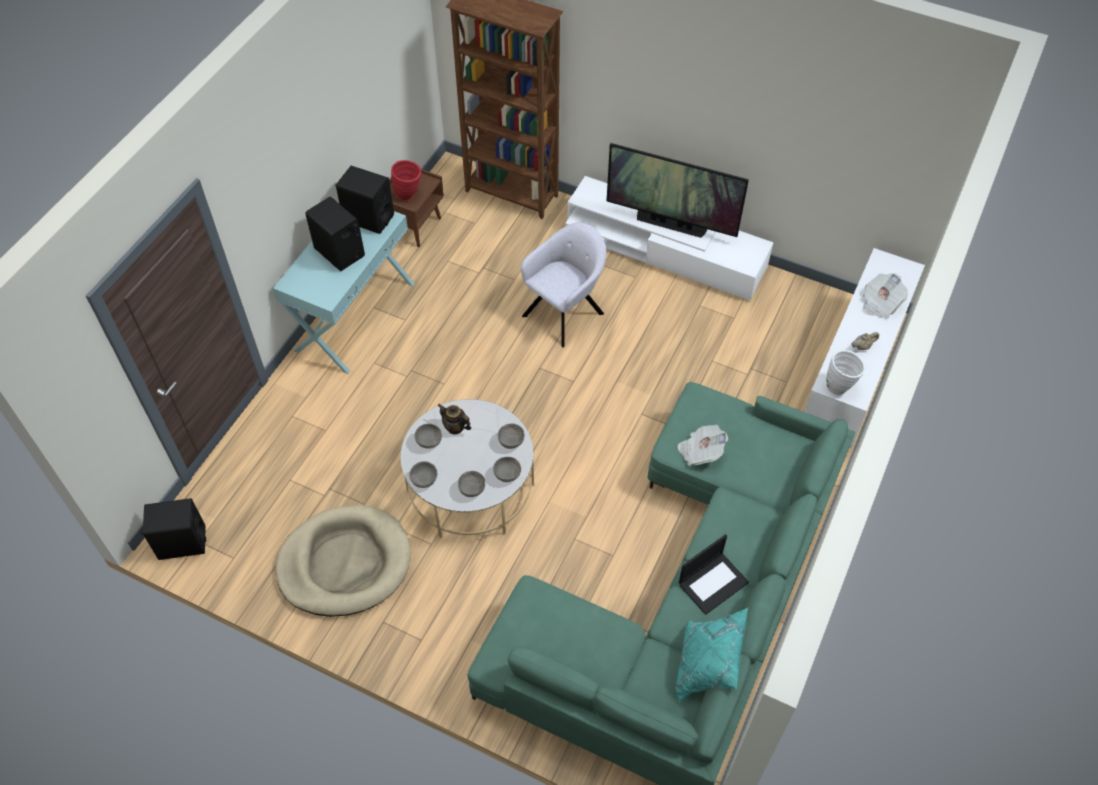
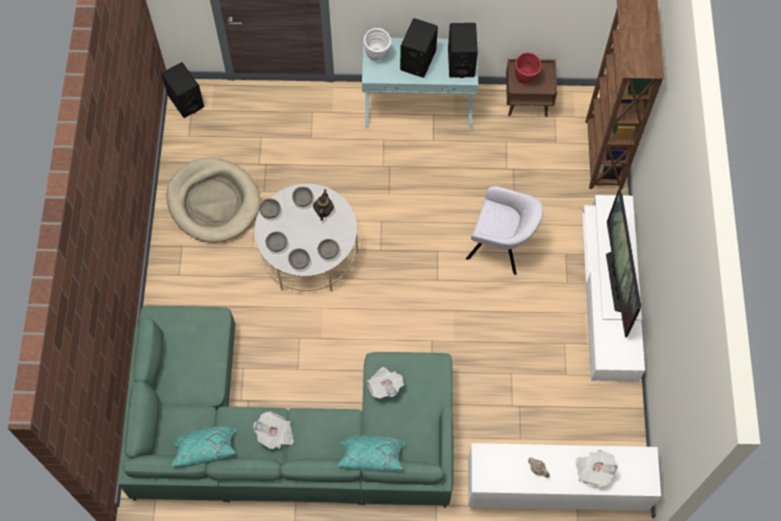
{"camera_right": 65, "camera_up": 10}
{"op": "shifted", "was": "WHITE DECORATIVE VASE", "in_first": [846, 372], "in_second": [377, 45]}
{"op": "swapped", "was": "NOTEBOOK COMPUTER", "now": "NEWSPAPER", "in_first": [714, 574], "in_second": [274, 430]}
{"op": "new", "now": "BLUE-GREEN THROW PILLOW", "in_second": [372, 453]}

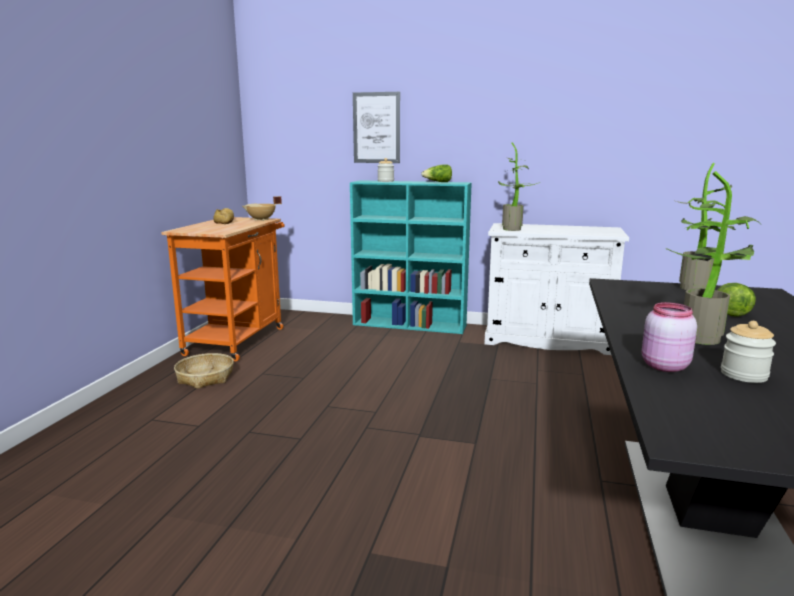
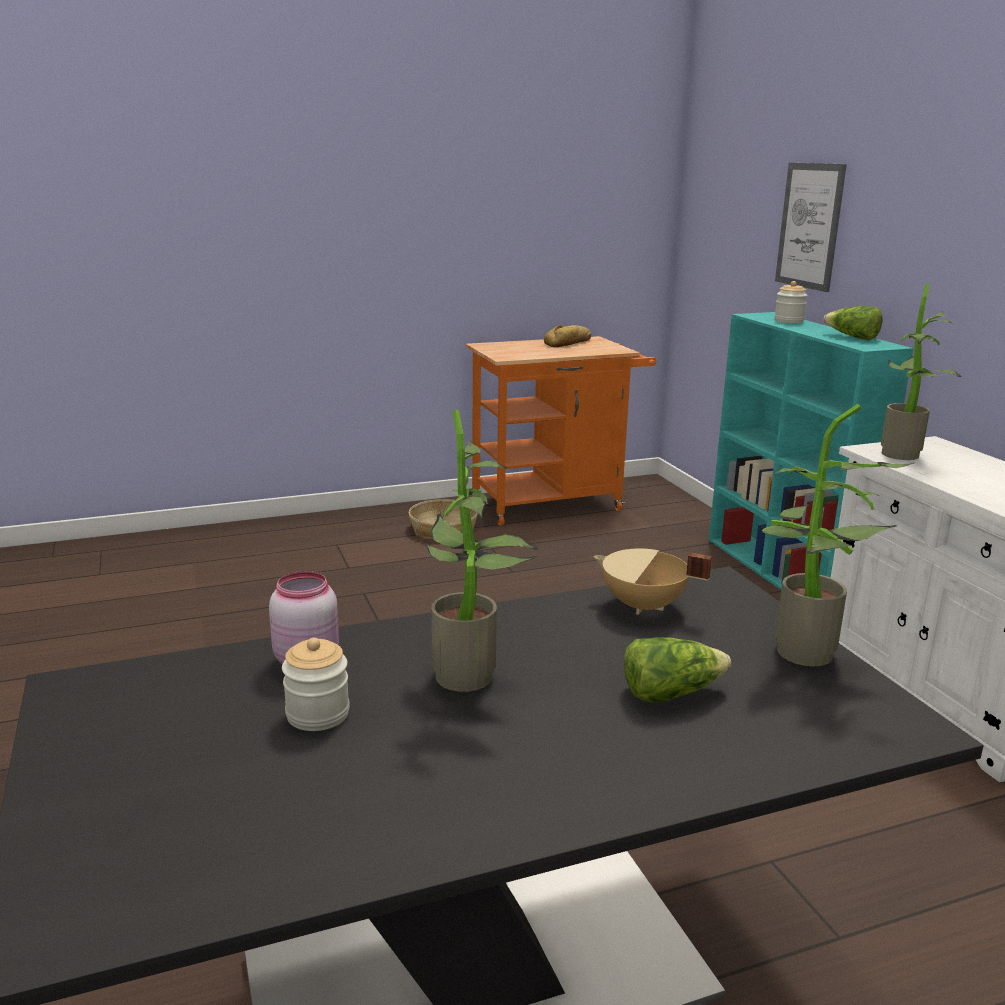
{"camera_right": 55, "camera_up": 5}
{"op": "shifted", "was": "SAND-COLOURED SAUCEPOT", "in_first": [262, 208], "in_second": [653, 581]}

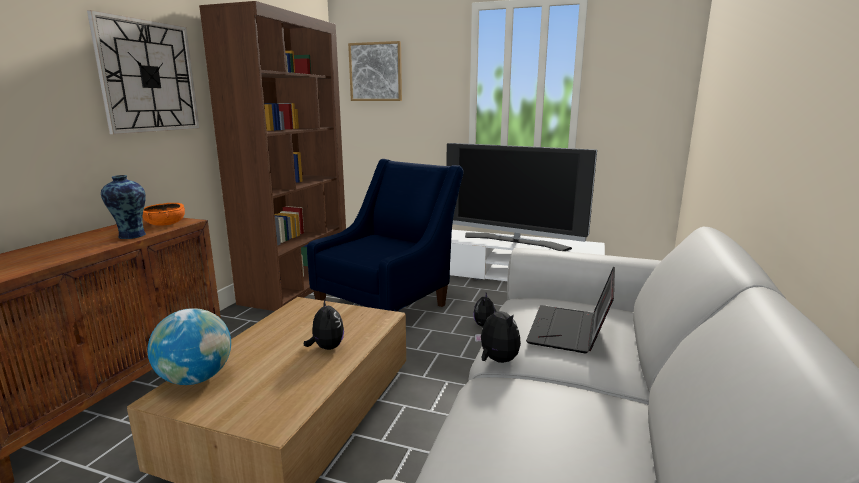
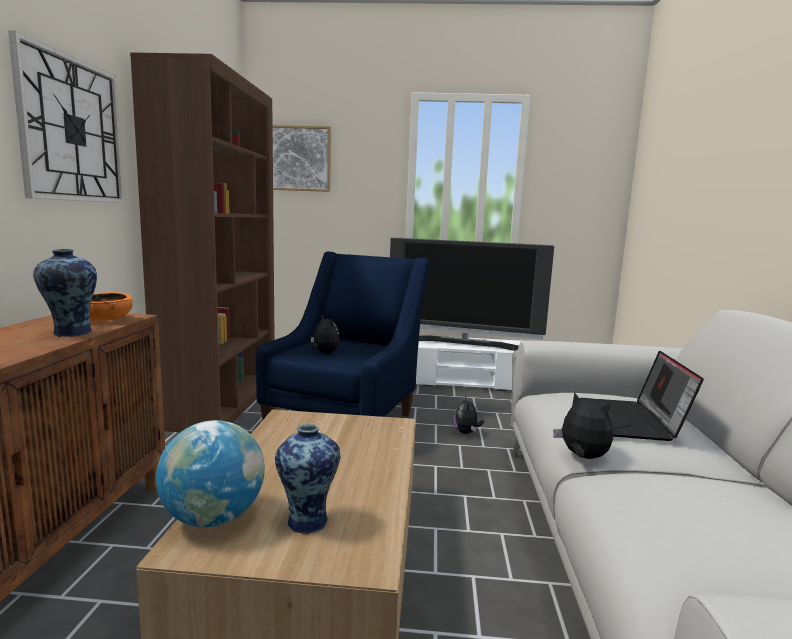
{"camera_right": -15, "camera_up": -5}
{"op": "shifted", "was": "PLUSH TOY", "in_first": [324, 325], "in_second": [325, 334]}
{"op": "new", "now": "DECORATIVE VASE", "in_second": [308, 479]}

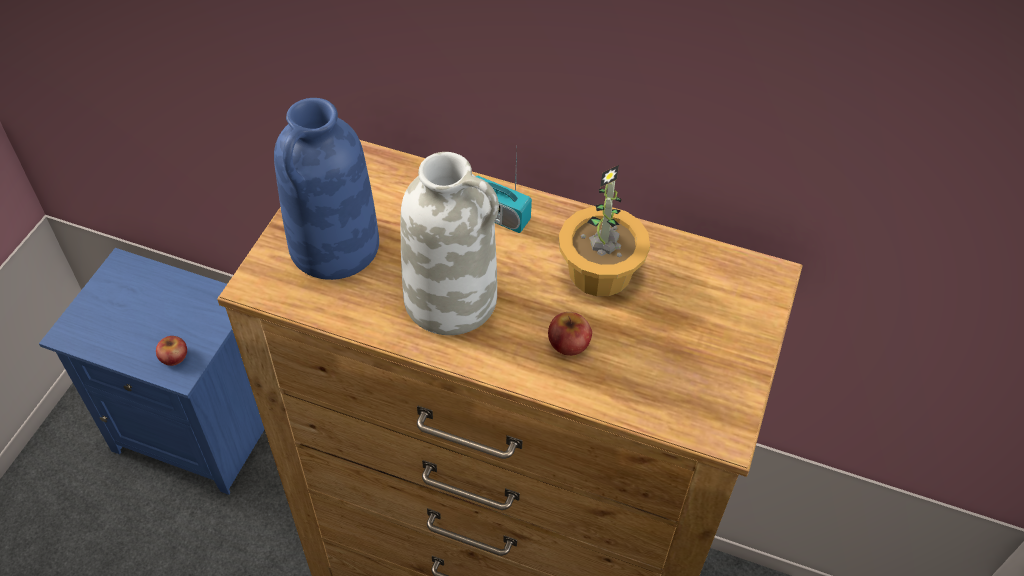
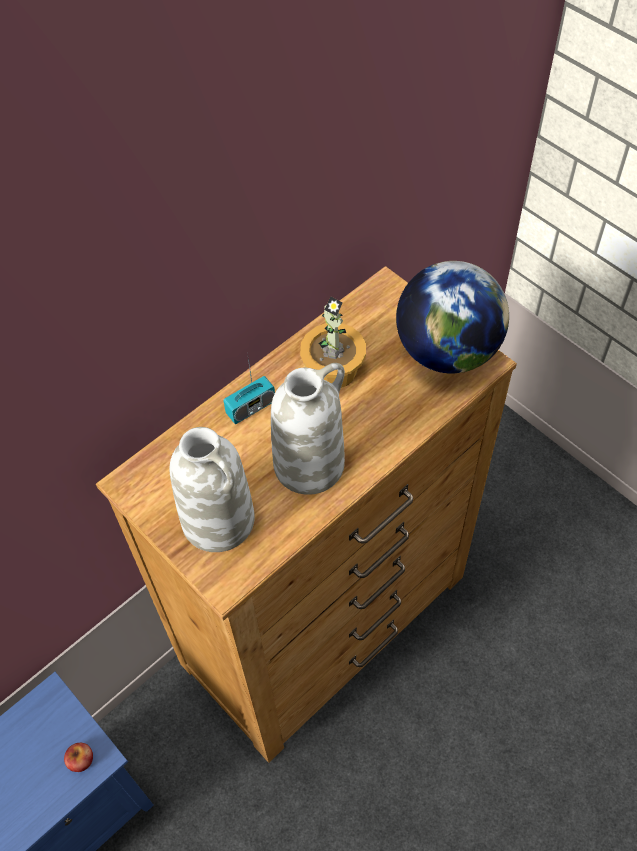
{"camera_right": -60, "camera_up": 5}
{"op": "repainted", "was": "BLUISH DECORATIVE VASE", "now": "WHITE DECORATIVE VASE", "in_first": [326, 189], "in_second": [212, 489]}
{"op": "gone", "was": "WHOLE APPLE", "in_first": [570, 334]}
{"op": "new", "now": "DESK GLOBE", "in_second": [452, 317]}

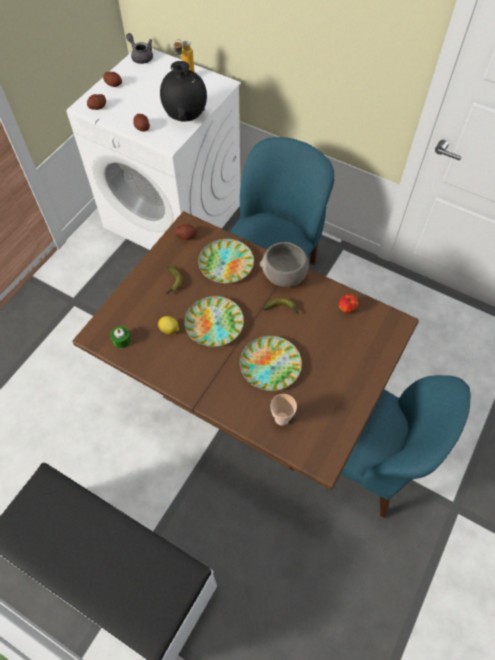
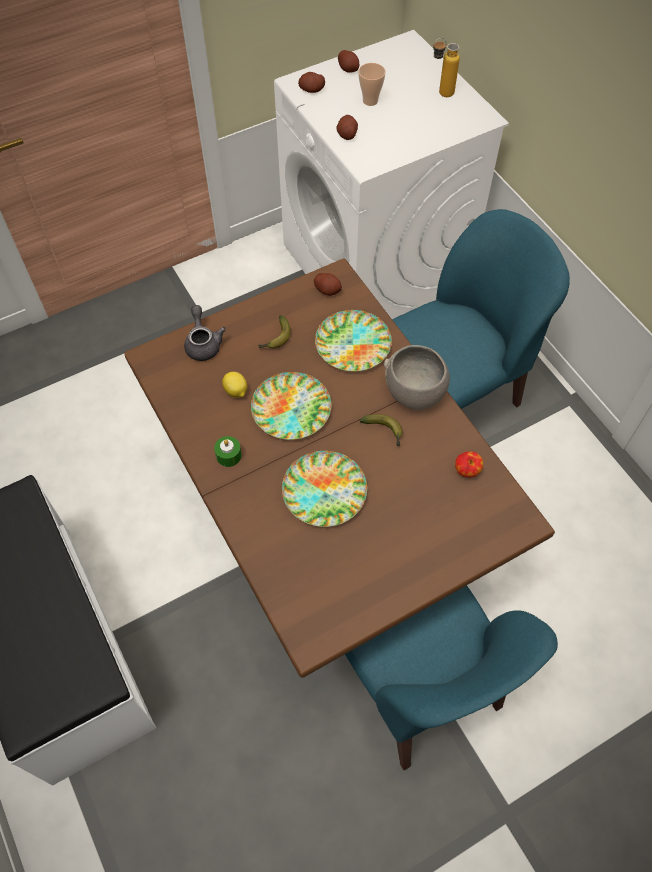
{"camera_right": 30, "camera_up": 0}
{"op": "shifted", "was": "GREY TEAPOT", "in_first": [139, 48], "in_second": [205, 333]}
{"op": "gone", "was": "BLACK DECORATIVE VASE", "in_first": [183, 91]}
{"op": "shifted", "was": "GREEN WAX CANDLE", "in_first": [120, 337], "in_second": [228, 451]}
{"op": "shifted", "was": "CUP", "in_first": [283, 410], "in_second": [372, 84]}

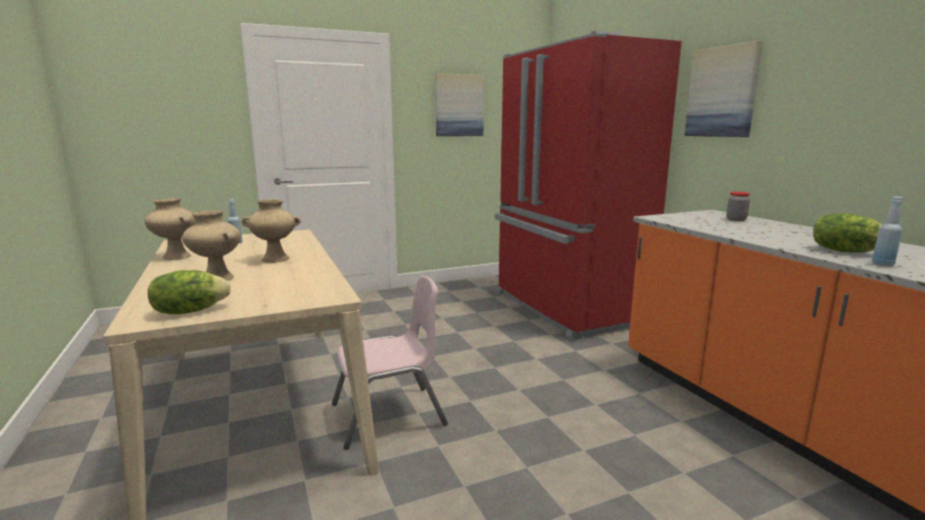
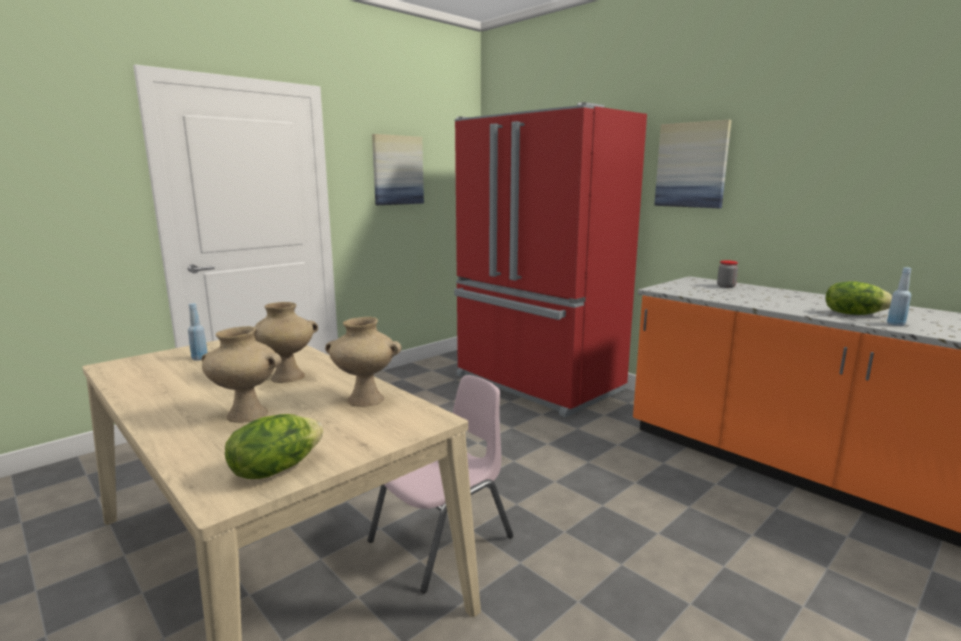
{"camera_right": -20, "camera_up": 0}
{"op": "shifted", "was": "SAND-COLOURED DECORATIVE VASE", "in_first": [170, 229], "in_second": [363, 362]}

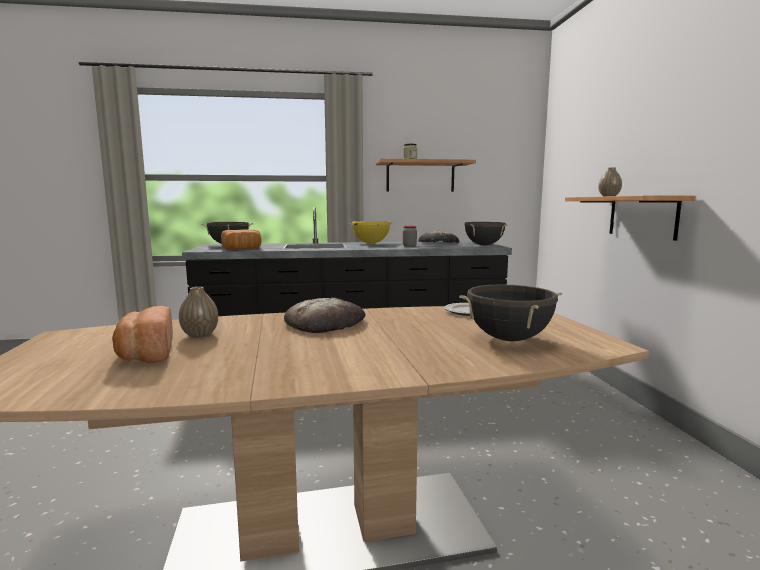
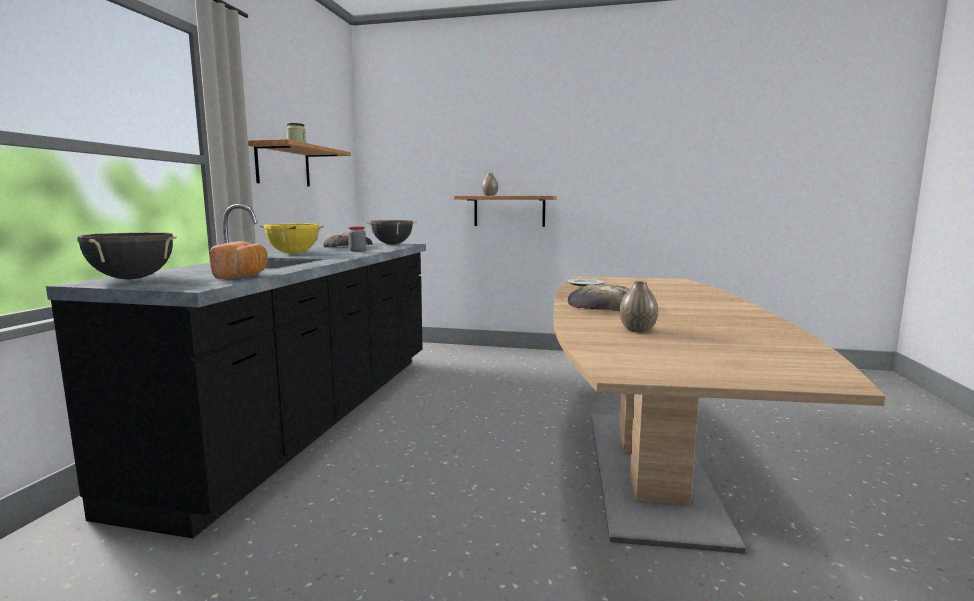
{"camera_right": -70, "camera_up": 0}
{"op": "gone", "was": "BLACK SAUCEPOT", "in_first": [510, 312]}
{"op": "gone", "was": "BREAD", "in_first": [142, 334]}

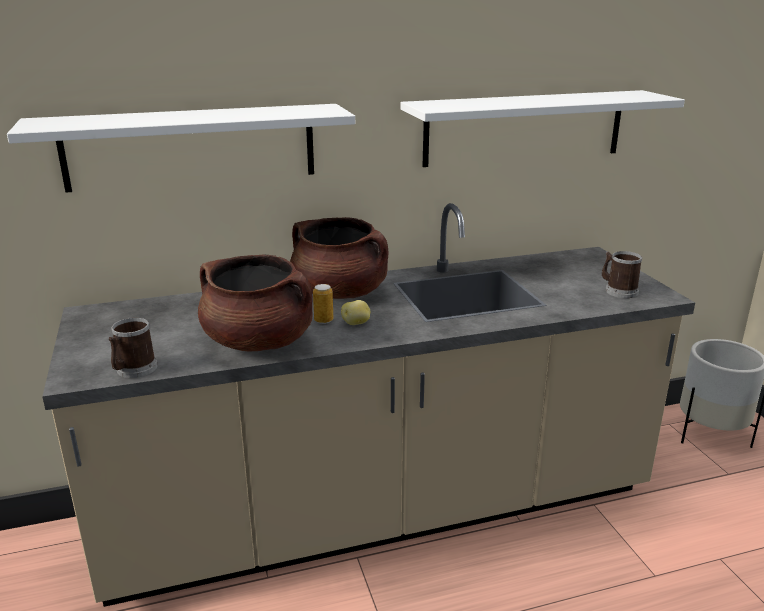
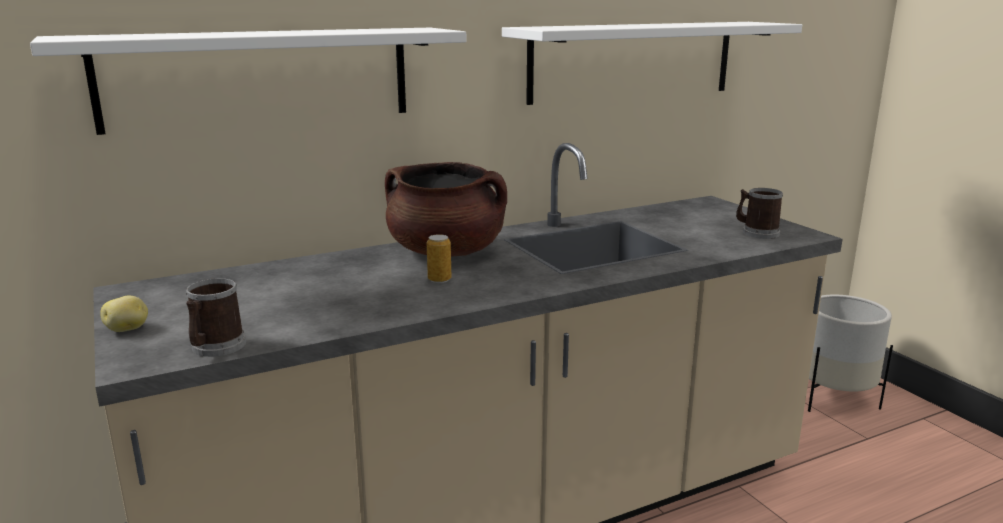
{"camera_right": -10, "camera_up": -5}
{"op": "gone", "was": "BROWN-COLOURED SAUCEPOT", "in_first": [255, 303]}
{"op": "shifted", "was": "SPUD", "in_first": [355, 312], "in_second": [124, 314]}

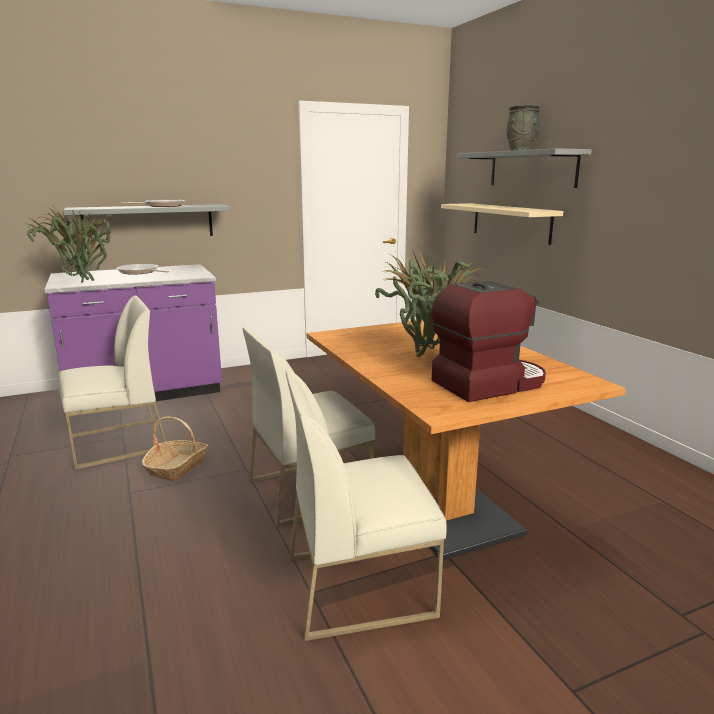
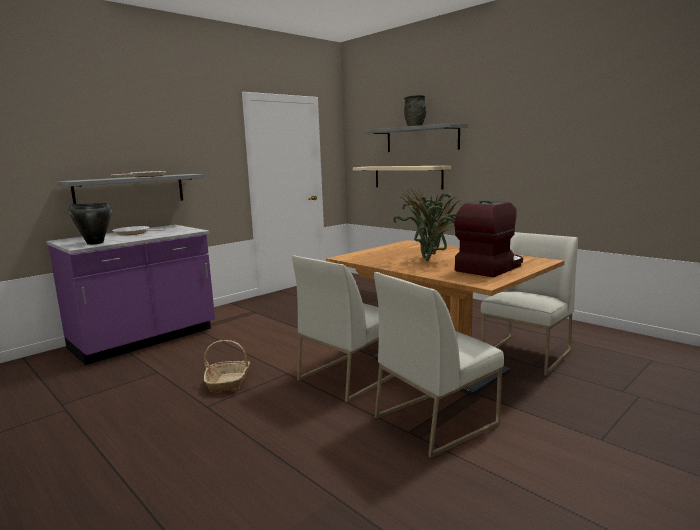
{"camera_right": -20, "camera_up": -5}
{"op": "swapped", "was": "PLANT IN A POT", "now": "BLACK SAUCEPOT", "in_first": [68, 245], "in_second": [90, 224]}
{"op": "shifted", "was": "WHITE PLAIN CHAIR", "in_first": [112, 382], "in_second": [529, 304]}

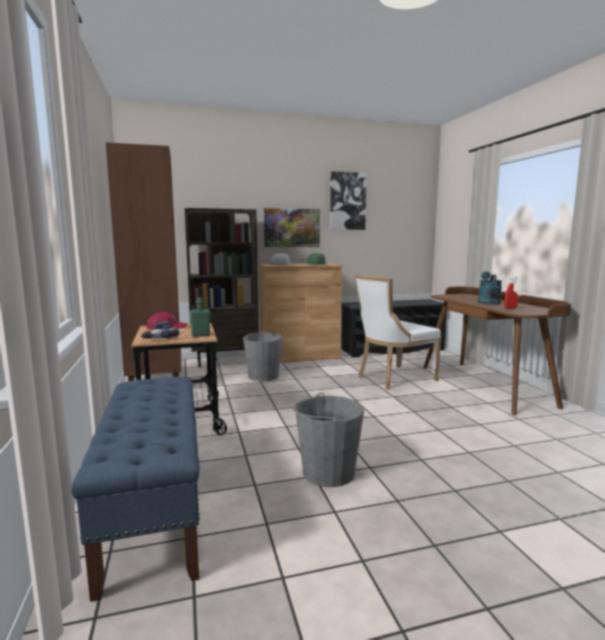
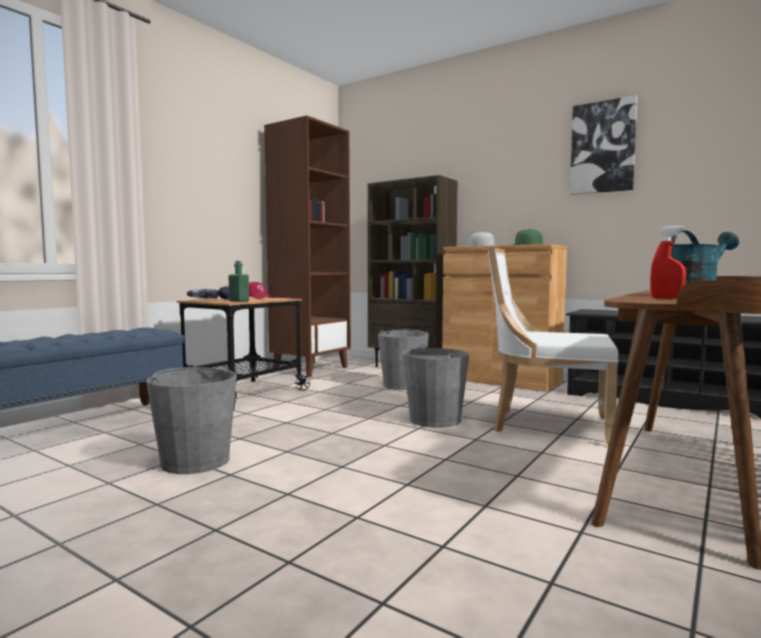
{"camera_right": 50, "camera_up": -5}
{"op": "gone", "was": "WALL PICTURE", "in_first": [292, 227]}
{"op": "new", "now": "GREY BUCKET", "in_second": [436, 386]}

